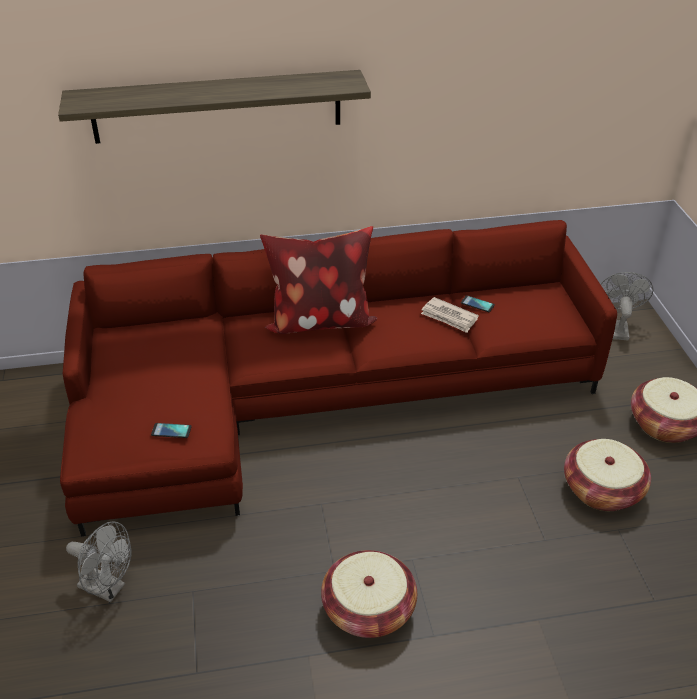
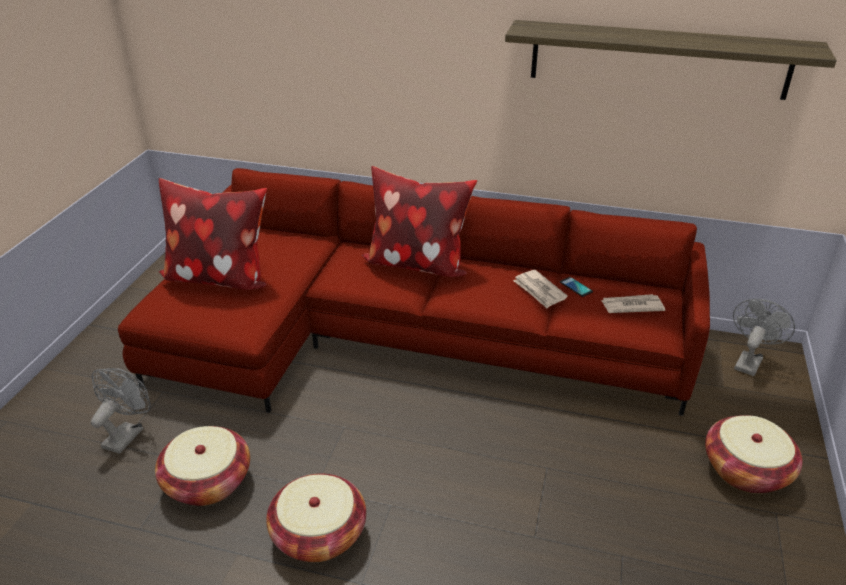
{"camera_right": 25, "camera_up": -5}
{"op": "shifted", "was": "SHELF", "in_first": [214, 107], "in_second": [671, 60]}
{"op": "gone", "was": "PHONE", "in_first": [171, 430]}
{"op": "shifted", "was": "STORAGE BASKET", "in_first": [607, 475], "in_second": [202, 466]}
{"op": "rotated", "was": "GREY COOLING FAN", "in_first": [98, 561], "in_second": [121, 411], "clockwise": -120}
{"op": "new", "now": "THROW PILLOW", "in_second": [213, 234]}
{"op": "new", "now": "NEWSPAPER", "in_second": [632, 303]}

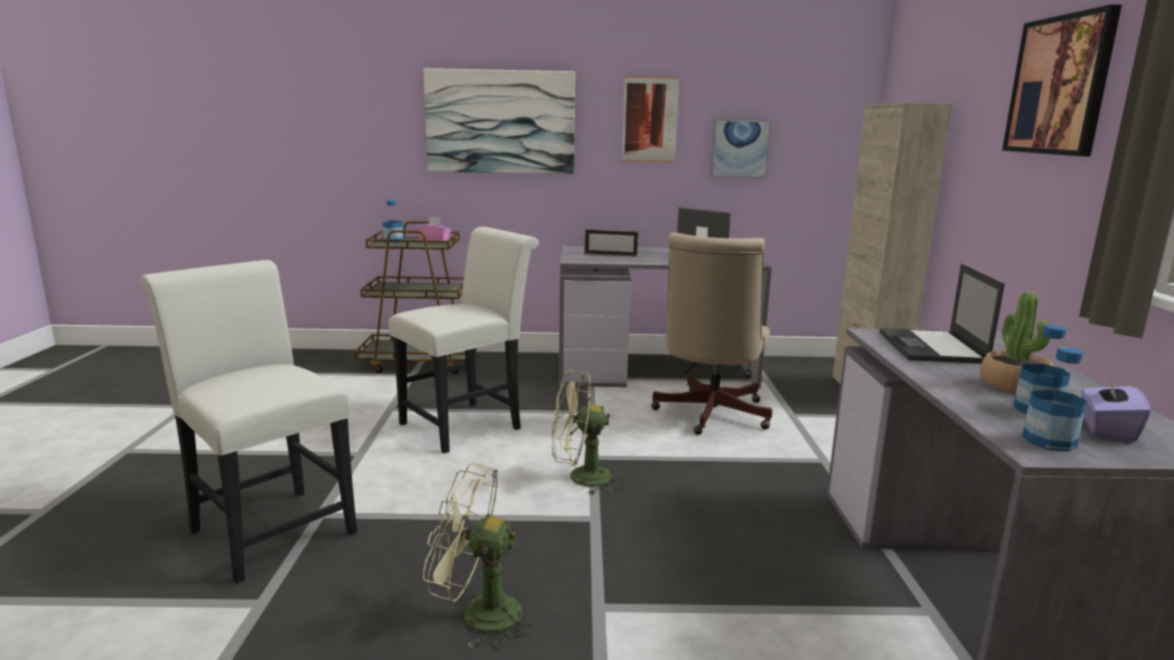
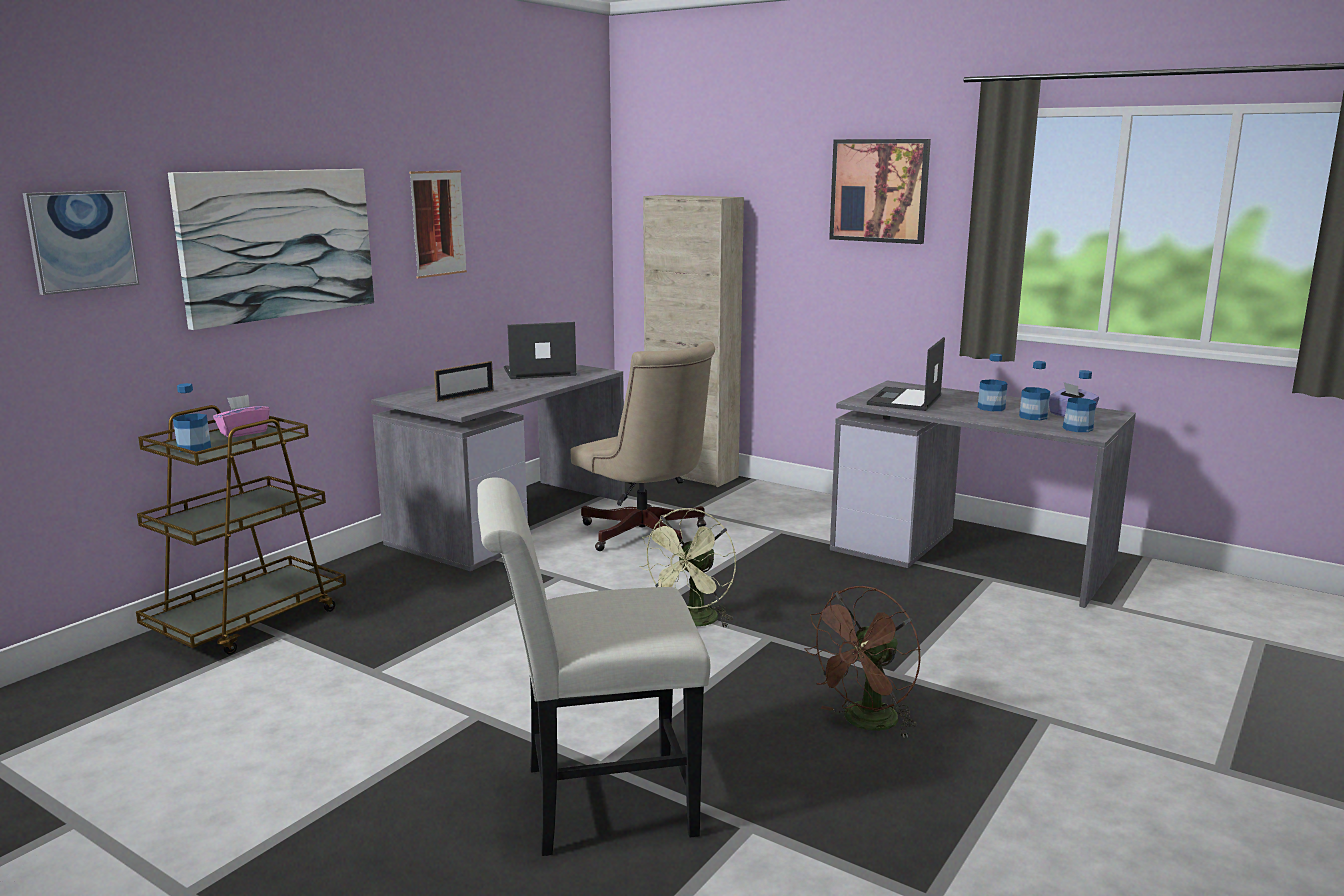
{"camera_right": -55, "camera_up": 0}
{"op": "shifted", "was": "WALL PICTURE", "in_first": [740, 149], "in_second": [81, 242]}
{"op": "gone", "was": "WHITE PLAIN CHAIR", "in_first": [464, 340]}
{"op": "rotated", "was": "NOTEBOOK COMPUTER", "in_first": [942, 314], "in_second": [906, 374], "clockwise": 75}
{"op": "swapped", "was": "PLANT IN A POT", "now": "DRINK BOTTLE", "in_first": [1016, 342], "in_second": [992, 382]}
{"op": "repainted", "was": "GREEN COOLING FAN", "now": "BROWN-COLOURED COOLING FAN", "in_first": [479, 555], "in_second": [862, 662]}

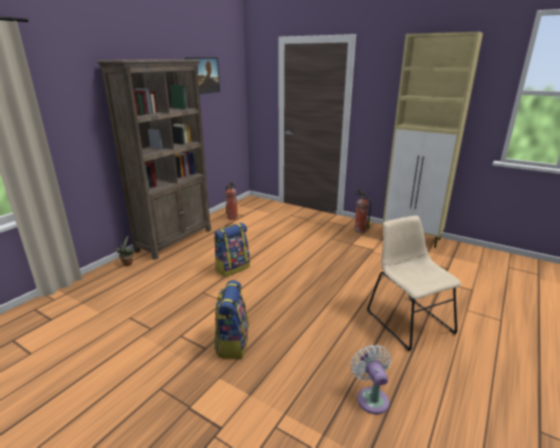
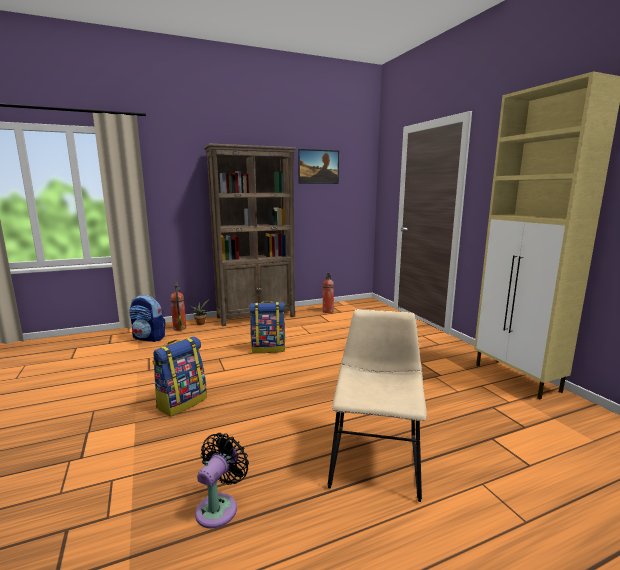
{"camera_right": 35, "camera_up": -10}
{"op": "shifted", "was": "EXTINGUISHER", "in_first": [362, 211], "in_second": [178, 306]}
{"op": "repainted", "was": "WHITE COOLING FAN", "now": "BLACK COOLING FAN", "in_first": [370, 379], "in_second": [222, 481]}
{"op": "new", "now": "RUCKSACK", "in_second": [147, 318]}

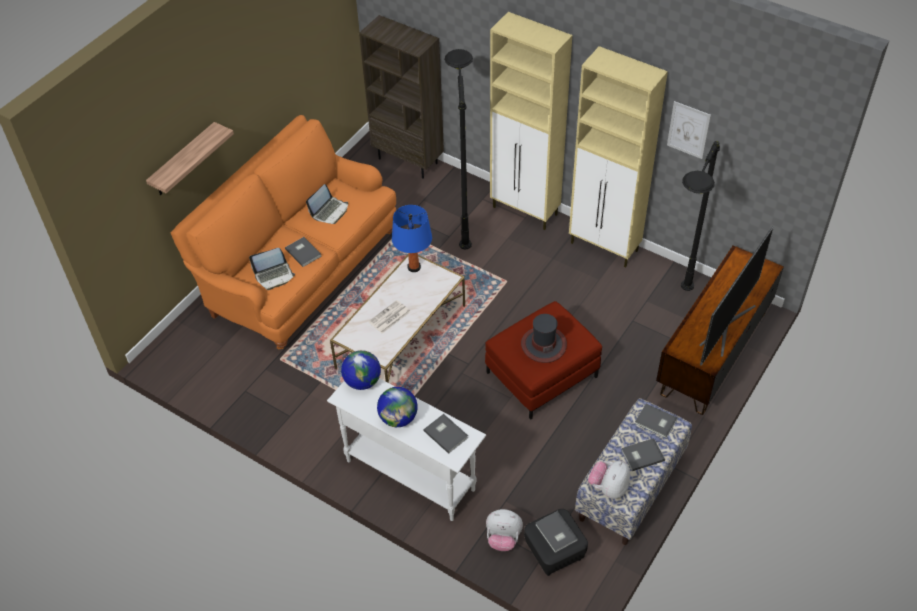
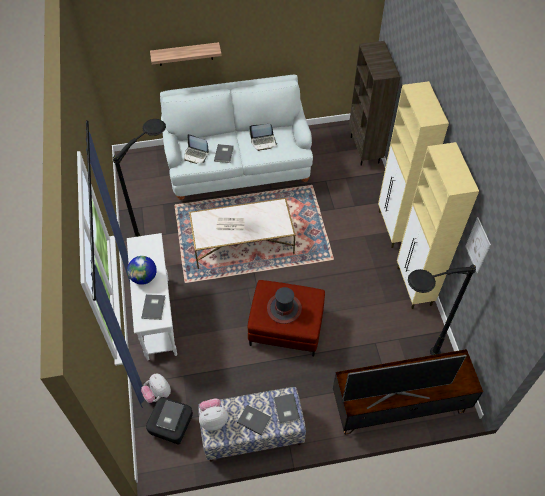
{"camera_right": 45, "camera_up": 5}
{"op": "shifted", "was": "BLACK STANDING LAMP", "in_first": [458, 149], "in_second": [139, 178]}
{"op": "repainted", "was": "ORANGE-COLOURED COUCH", "now": "WHITE COUCH", "in_first": [283, 232], "in_second": [236, 138]}
{"op": "gone", "was": "BLUISH TABLE LAMP", "in_first": [412, 238]}
{"op": "gone", "was": "DESK GLOBE", "in_first": [361, 370]}

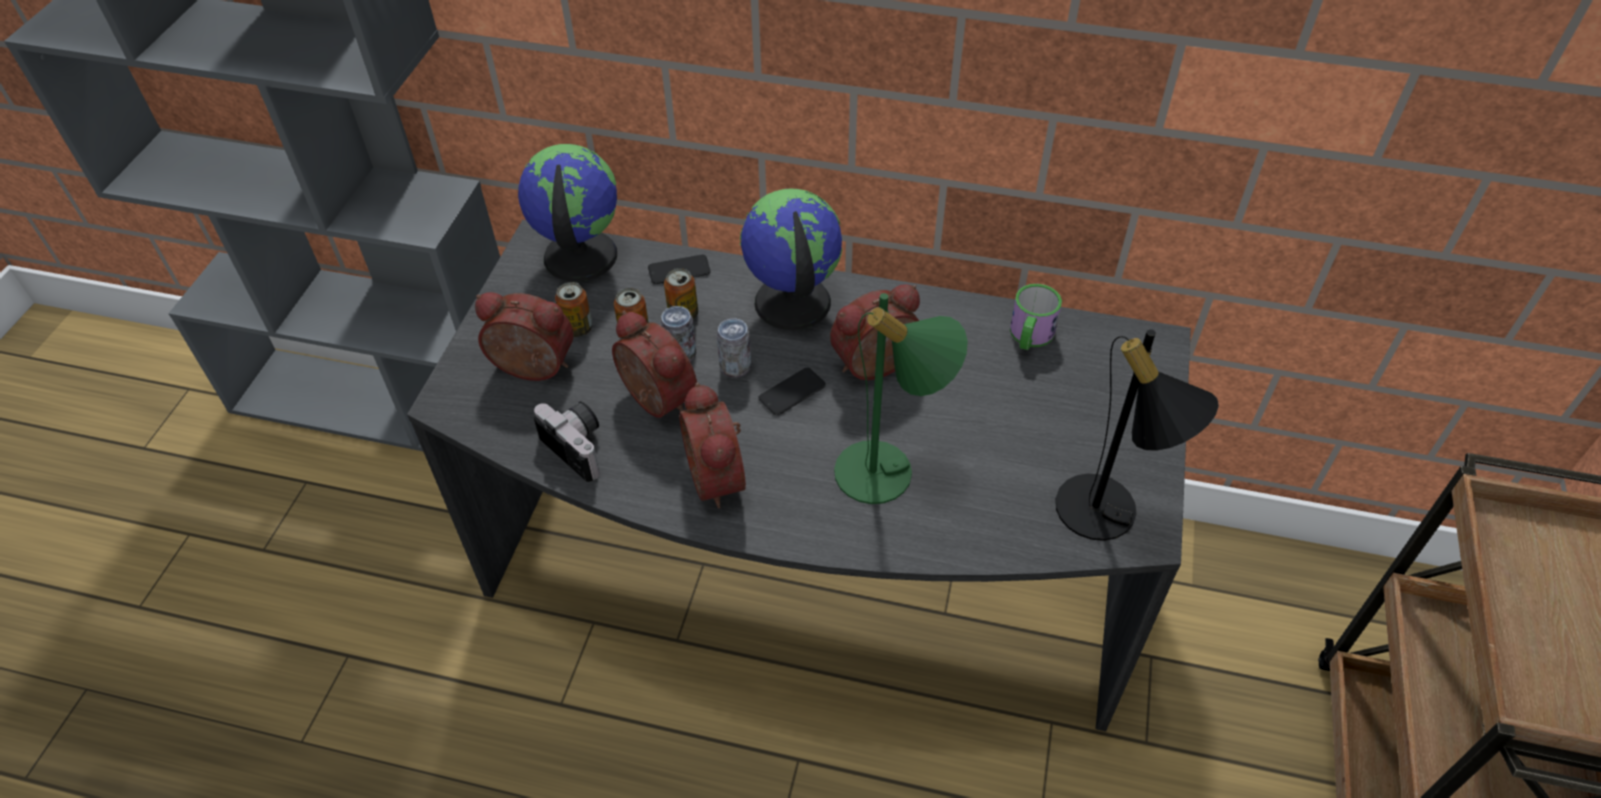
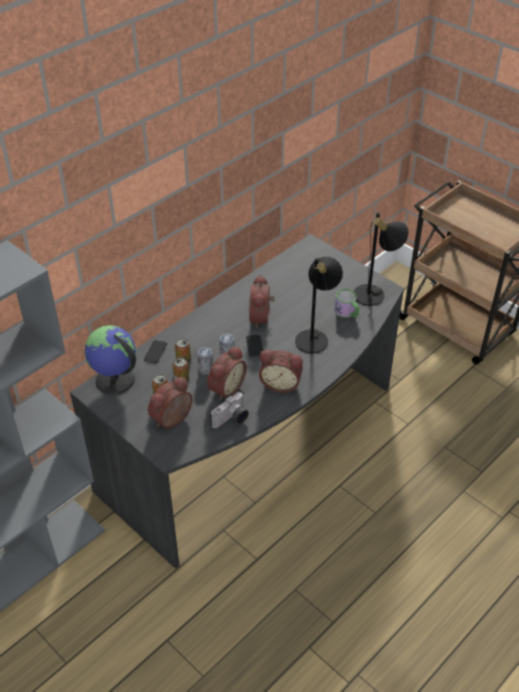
{"camera_right": -60, "camera_up": -5}
{"op": "gone", "was": "DESK GLOBE", "in_first": [791, 259]}
{"op": "shifted", "was": "MUG", "in_first": [1036, 317], "in_second": [347, 303]}
{"op": "repainted", "was": "GREEN TABLE LAMP", "now": "BLACK TABLE LAMP", "in_first": [901, 398], "in_second": [319, 305]}
{"op": "rotated", "was": "BEDSIDE CLOCK", "in_first": [654, 364], "in_second": [227, 373], "clockwise": 135}
{"op": "rotated", "was": "PHOTO CAMERA", "in_first": [566, 442], "in_second": [229, 410], "clockwise": 150}

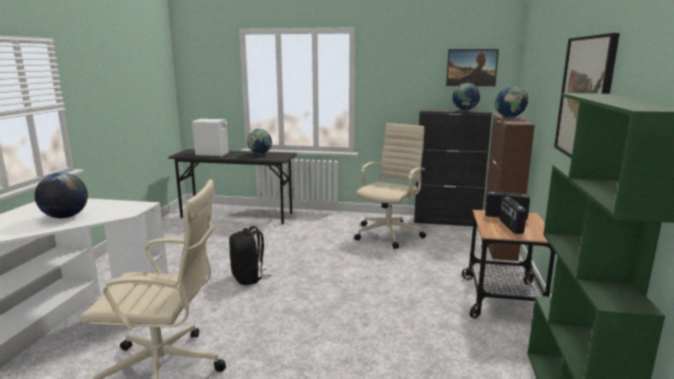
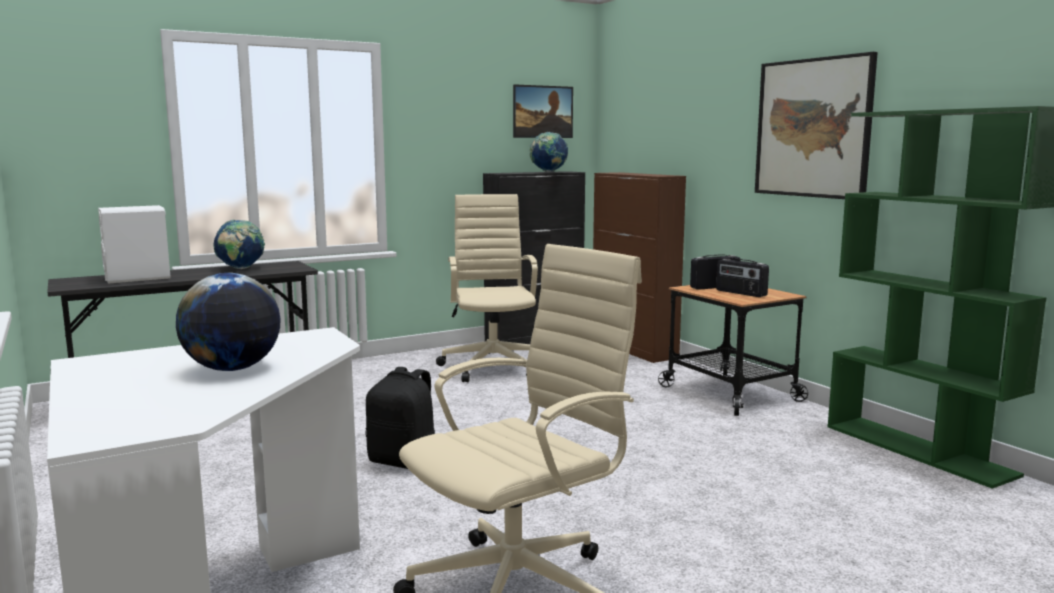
{"camera_right": -40, "camera_up": -5}
{"op": "gone", "was": "DESK GLOBE", "in_first": [511, 102]}

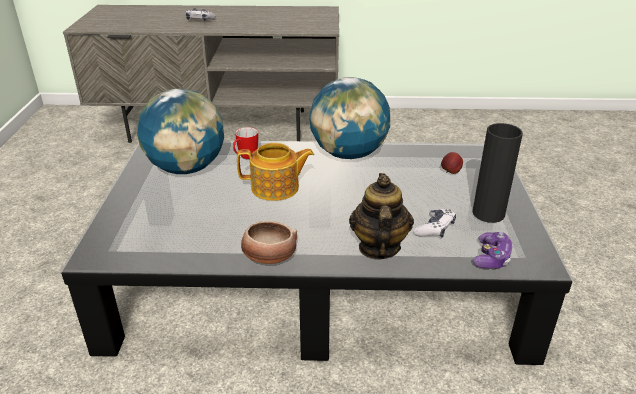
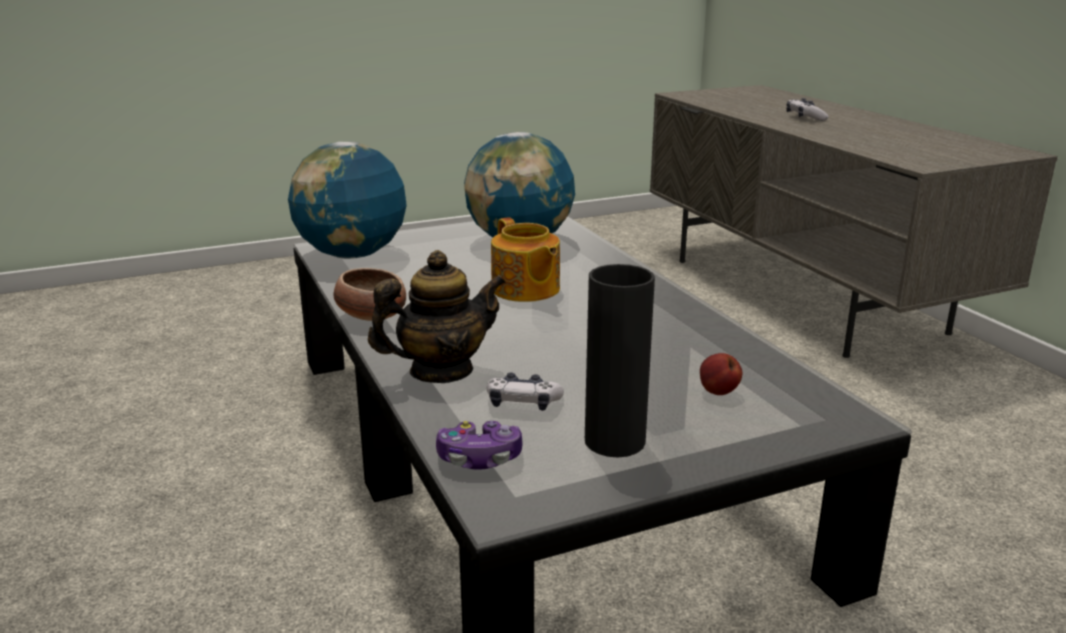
{"camera_right": 65, "camera_up": -10}
{"op": "shifted", "was": "DESK GLOBE", "in_first": [349, 118], "in_second": [347, 200]}
{"op": "gone", "was": "MUG", "in_first": [245, 143]}

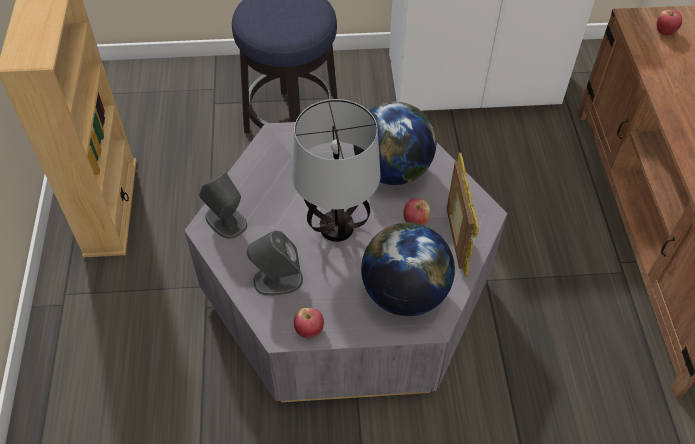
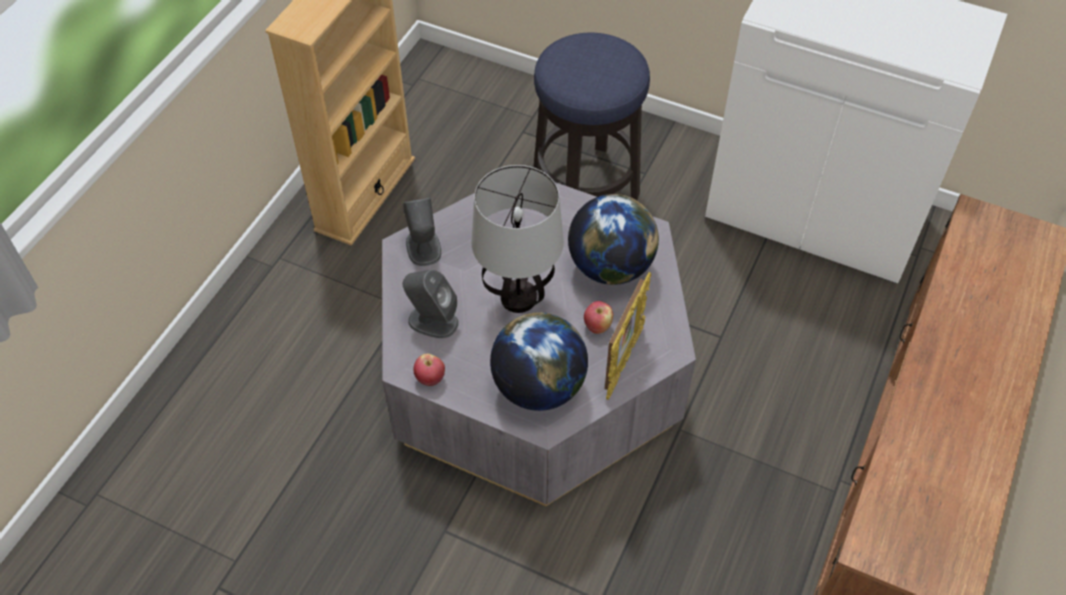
{"camera_right": 30, "camera_up": 0}
{"op": "gone", "was": "WHOLE APPLE", "in_first": [669, 23]}

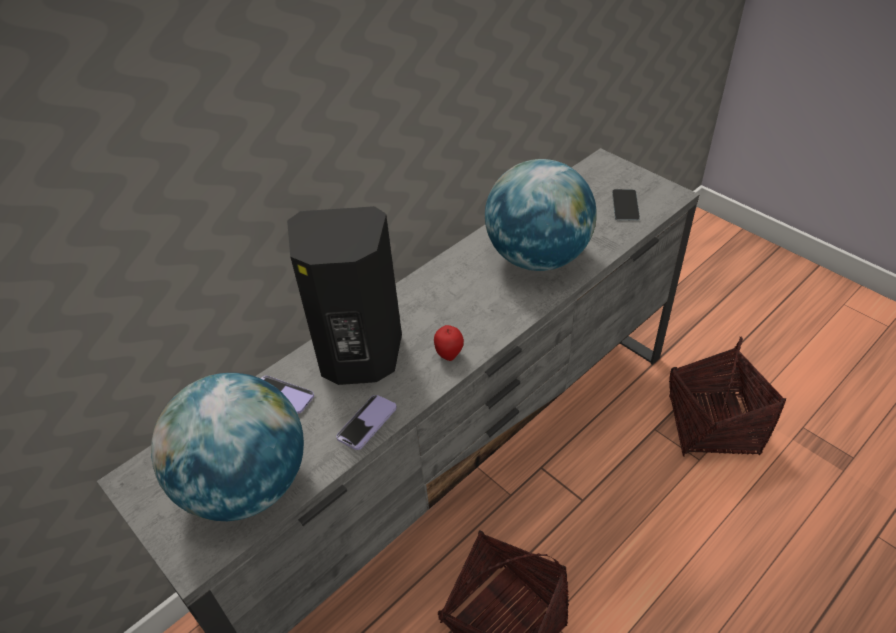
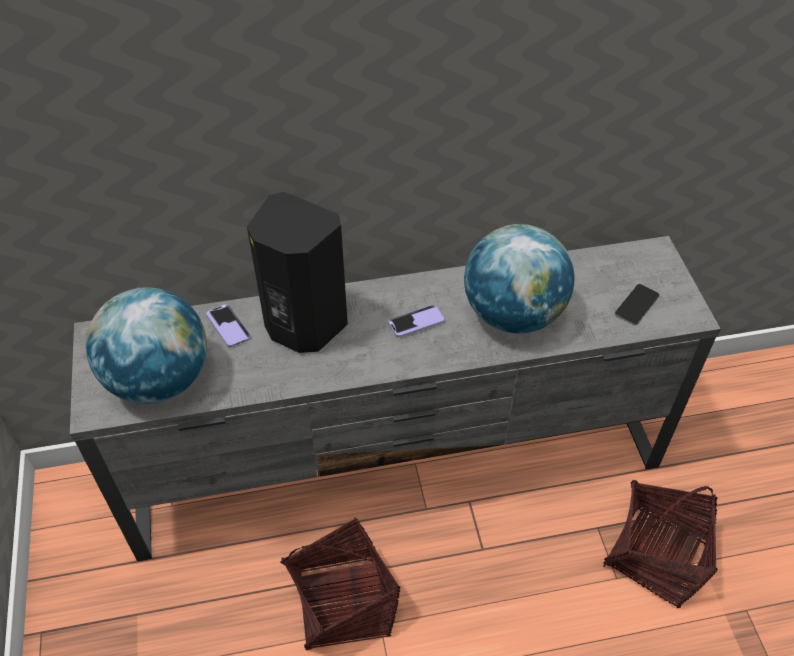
{"camera_right": 30, "camera_up": 5}
{"op": "gone", "was": "WHOLE APPLE", "in_first": [449, 343]}
{"op": "shifted", "was": "PHONE", "in_first": [366, 422], "in_second": [416, 321]}

